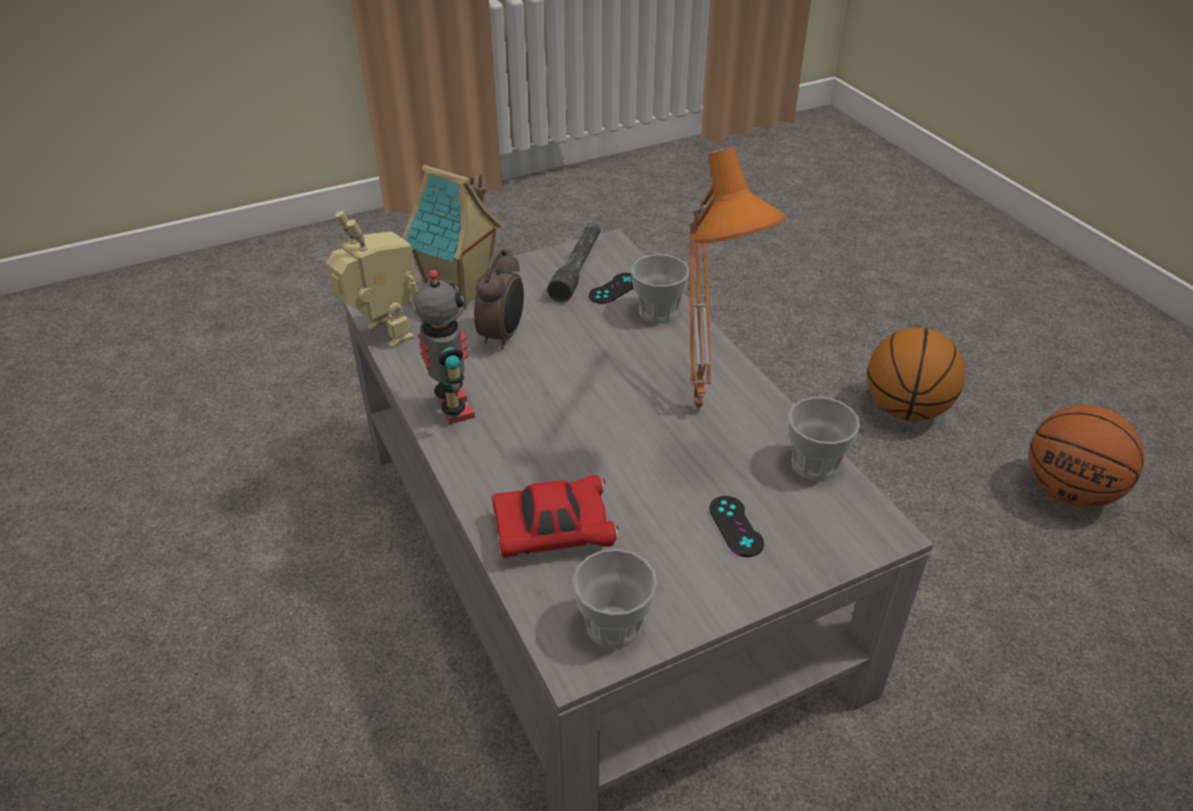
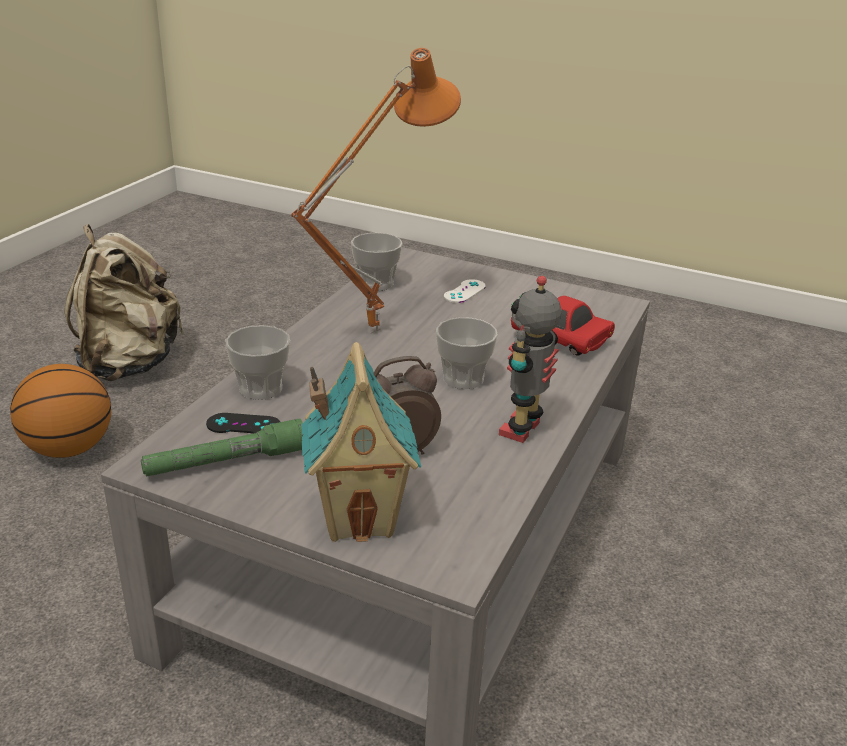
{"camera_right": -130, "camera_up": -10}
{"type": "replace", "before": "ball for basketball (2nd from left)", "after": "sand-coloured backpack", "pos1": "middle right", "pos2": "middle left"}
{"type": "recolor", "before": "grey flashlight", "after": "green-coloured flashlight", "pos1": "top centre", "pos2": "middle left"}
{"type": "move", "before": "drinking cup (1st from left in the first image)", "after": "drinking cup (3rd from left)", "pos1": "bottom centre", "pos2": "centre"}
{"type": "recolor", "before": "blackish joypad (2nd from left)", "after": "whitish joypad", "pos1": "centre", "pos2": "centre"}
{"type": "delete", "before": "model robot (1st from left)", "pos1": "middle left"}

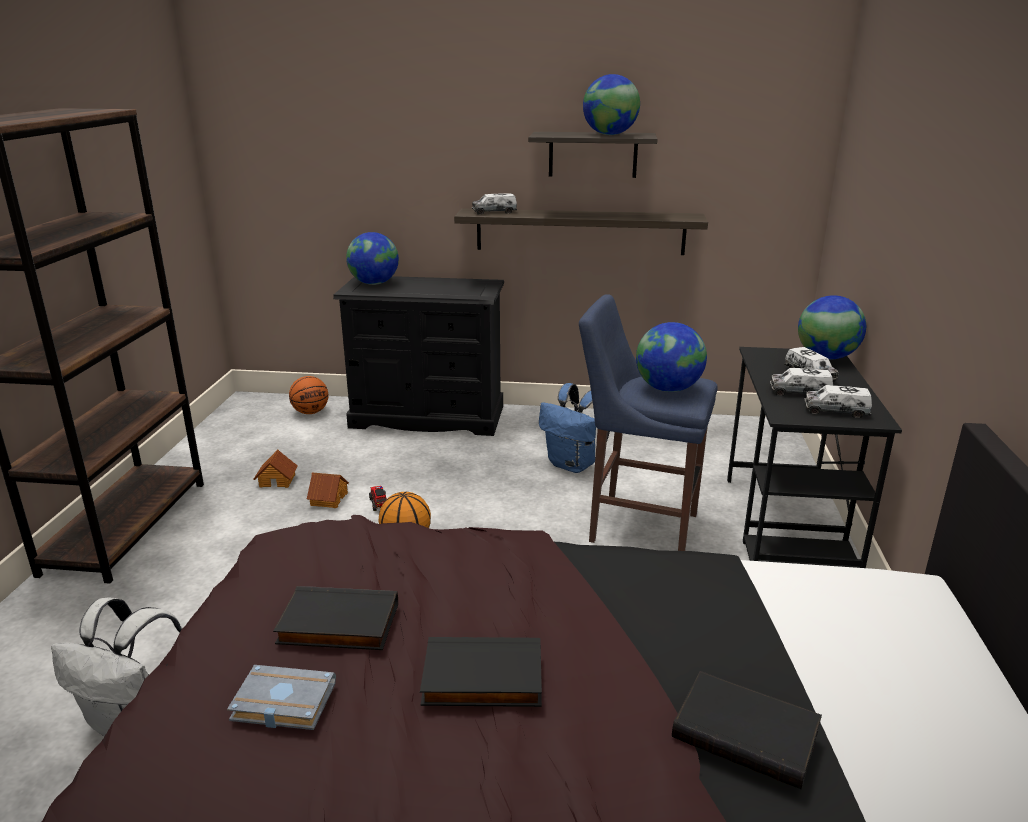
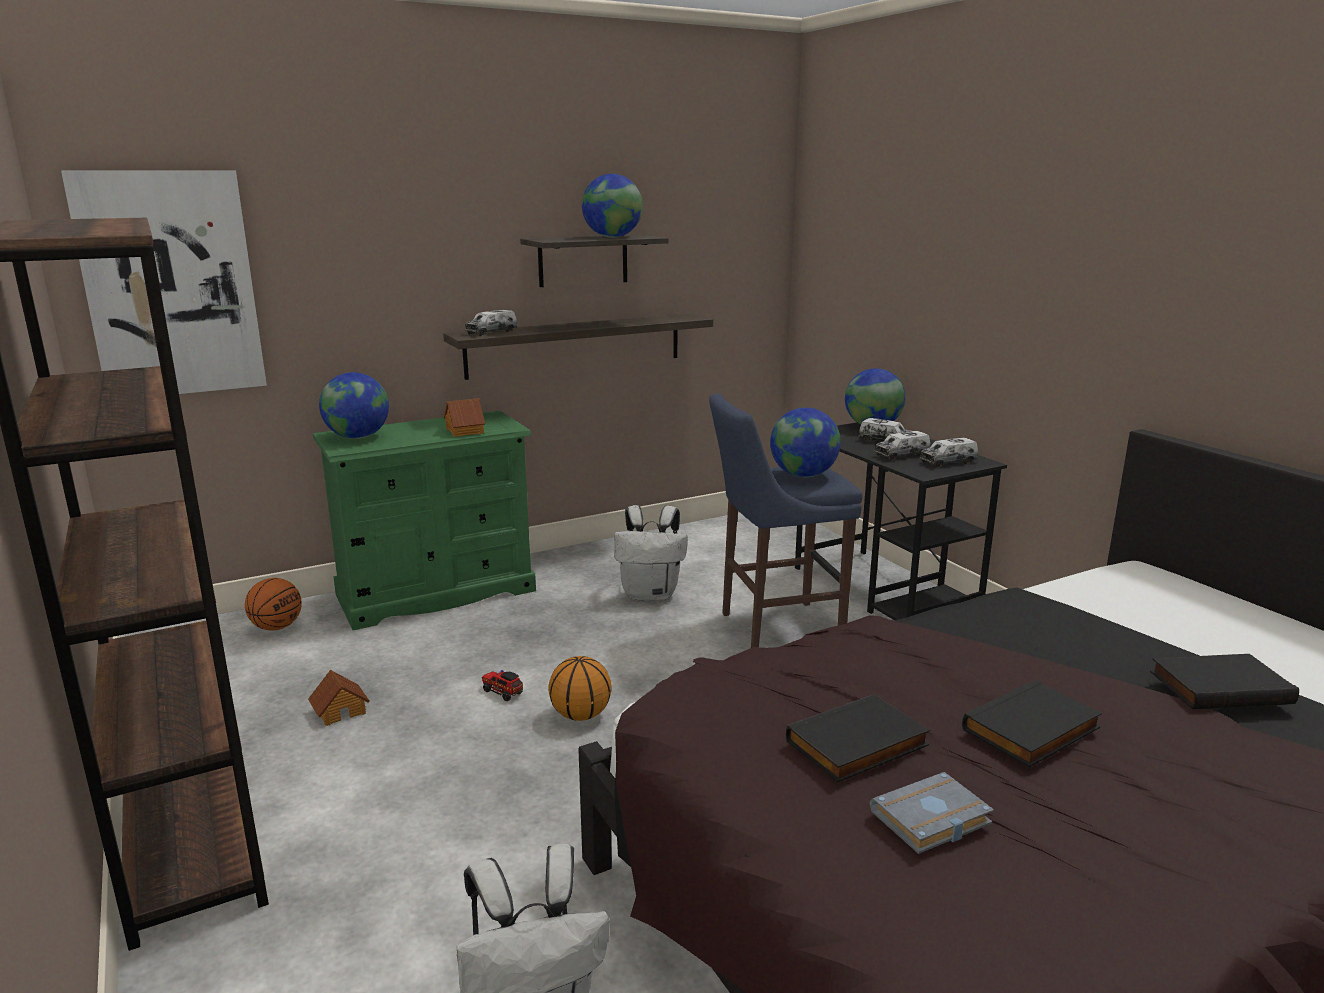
{"camera_right": -35, "camera_up": -5}
{"type": "insert", "after": "wall picture", "pos2": "top left"}
{"type": "recolor", "before": "blackish chest of drawers", "after": "green-coloured chest of drawers", "pos1": "centre", "pos2": "middle left"}
{"type": "move", "before": "toy house (2nd from left)", "pos1": "middle left", "pos2": "centre"}
{"type": "recolor", "before": "blue backpack", "after": "whitish backpack (2nd from left)", "pos1": "centre", "pos2": "centre"}

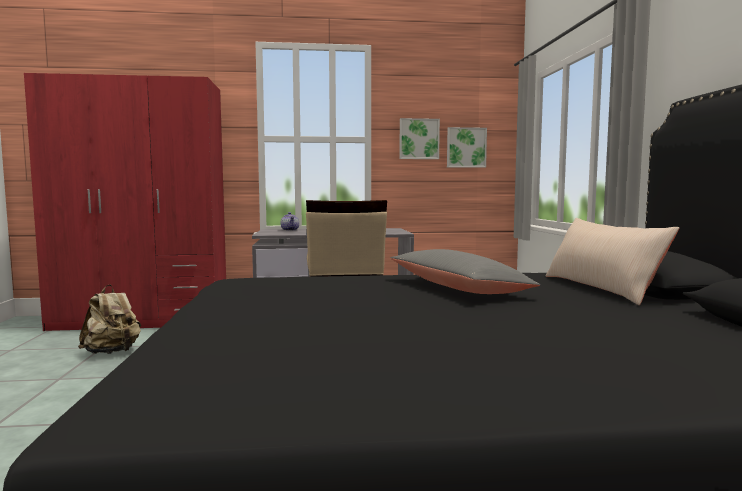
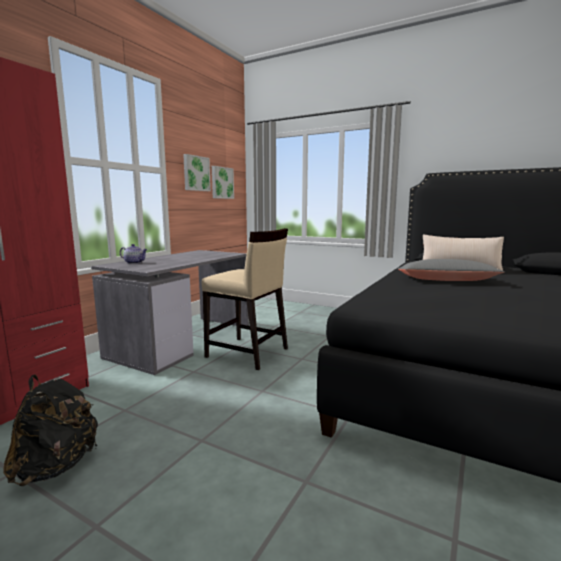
{"camera_right": -55, "camera_up": 5}
{"type": "recolor", "before": "sand-coloured backpack", "after": "blackish backpack", "pos1": "middle left", "pos2": "bottom left"}

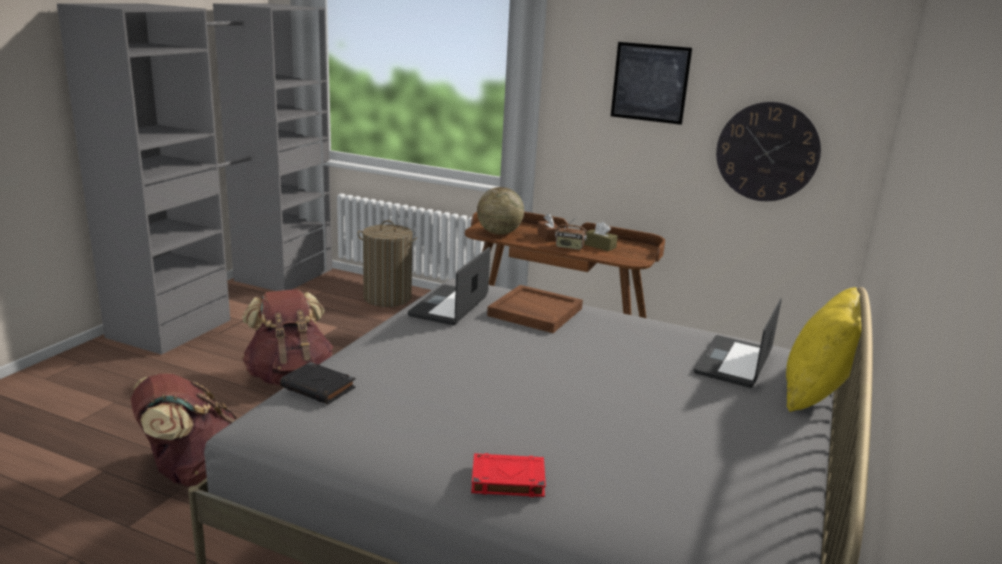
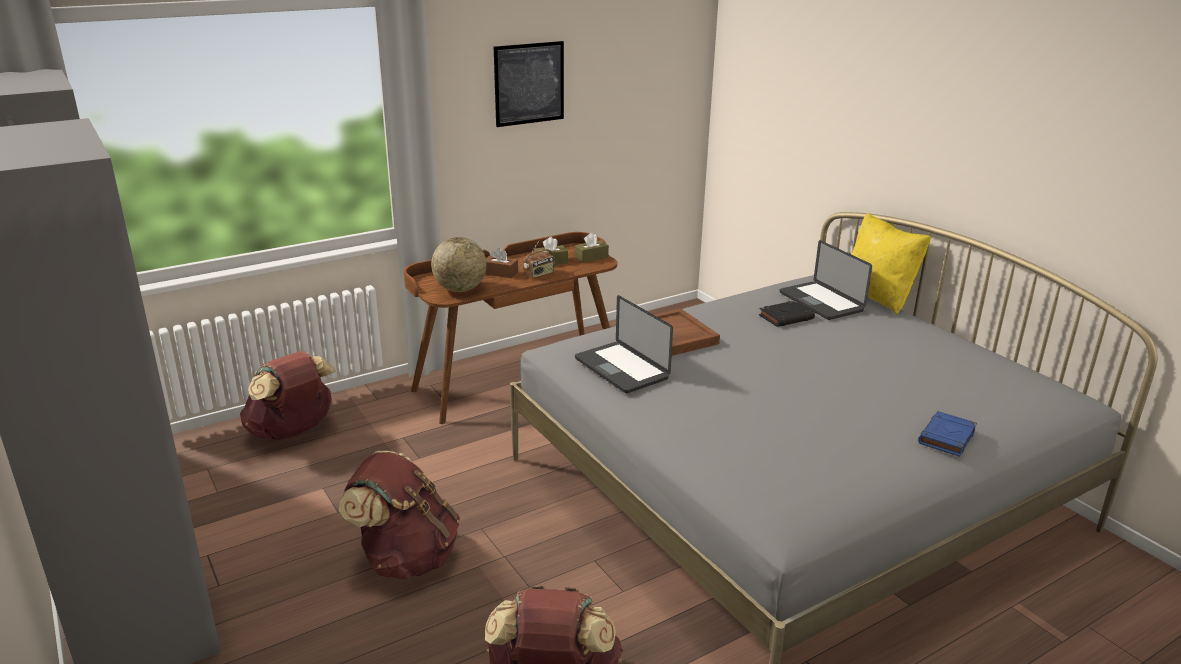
{"camera_right": -55, "camera_up": 5}
{"type": "replace", "before": "hamper", "after": "brownish backpack (1st from left)", "pos1": "centre", "pos2": "middle left"}
{"type": "insert", "after": "brownish tissue box (3rd from left)", "pos2": "centre"}
{"type": "move", "before": "blackish bound book", "pos1": "bottom left", "pos2": "centre"}
{"type": "recolor", "before": "red bound book", "after": "blue bound book", "pos1": "bottom centre", "pos2": "middle right"}
{"type": "delete", "before": "wall clock", "pos1": "top right"}

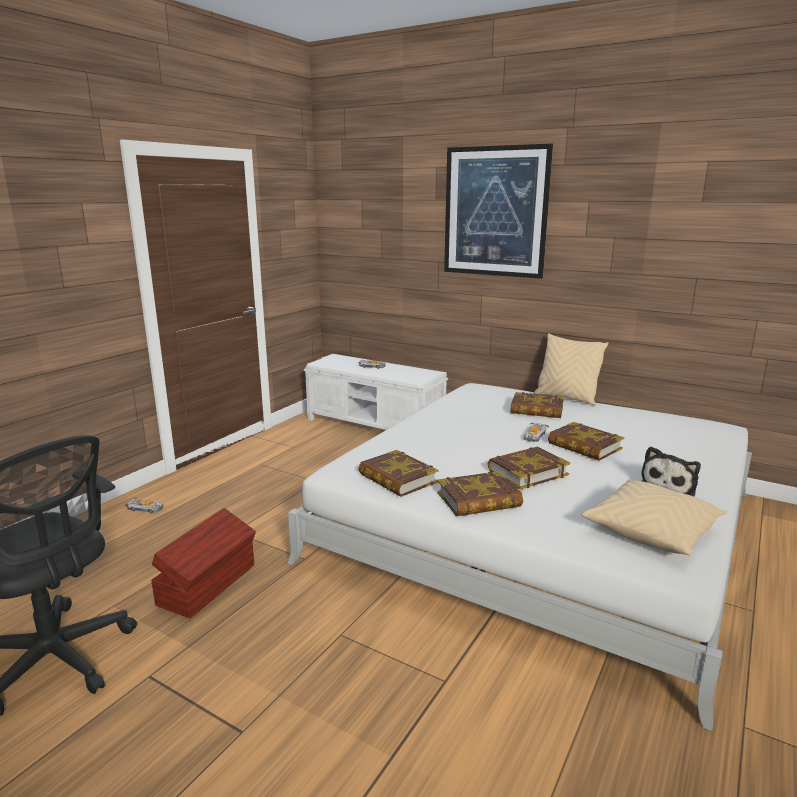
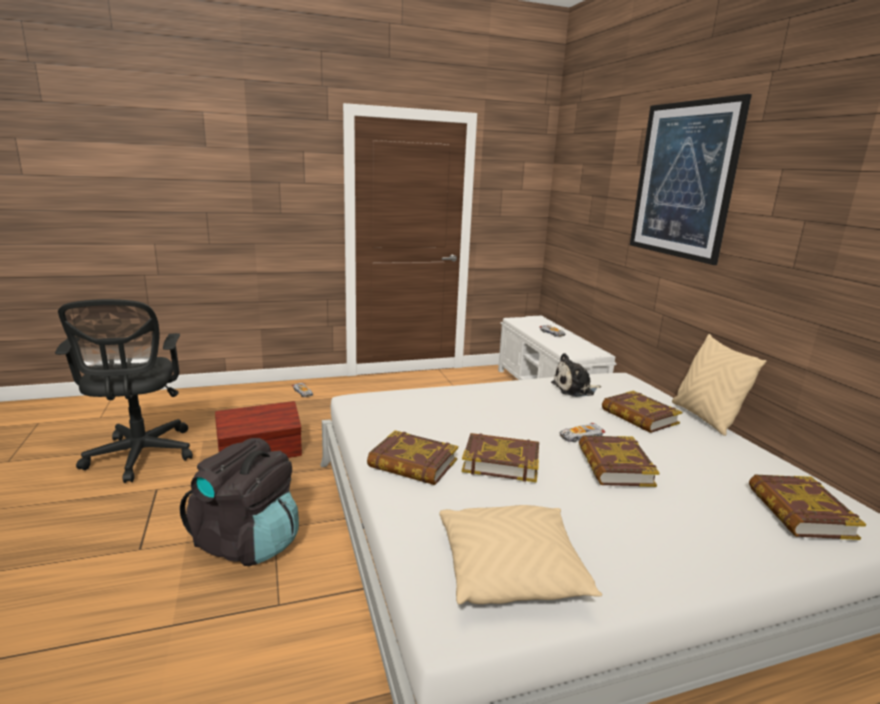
{"camera_right": 40, "camera_up": 0}
{"type": "insert", "after": "blackish backpack", "pos2": "bottom left"}
{"type": "move", "before": "plush toy", "pos1": "middle right", "pos2": "centre"}
{"type": "move", "before": "bound book (1st from left in the first image)", "after": "bound book (5th from left)", "pos1": "centre", "pos2": "bottom right"}

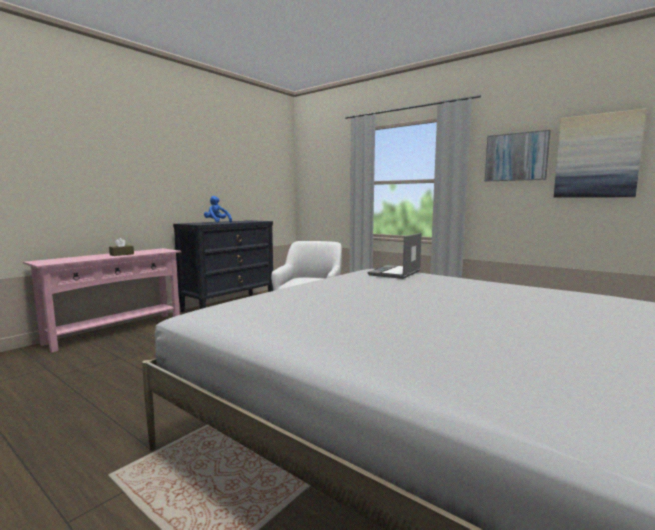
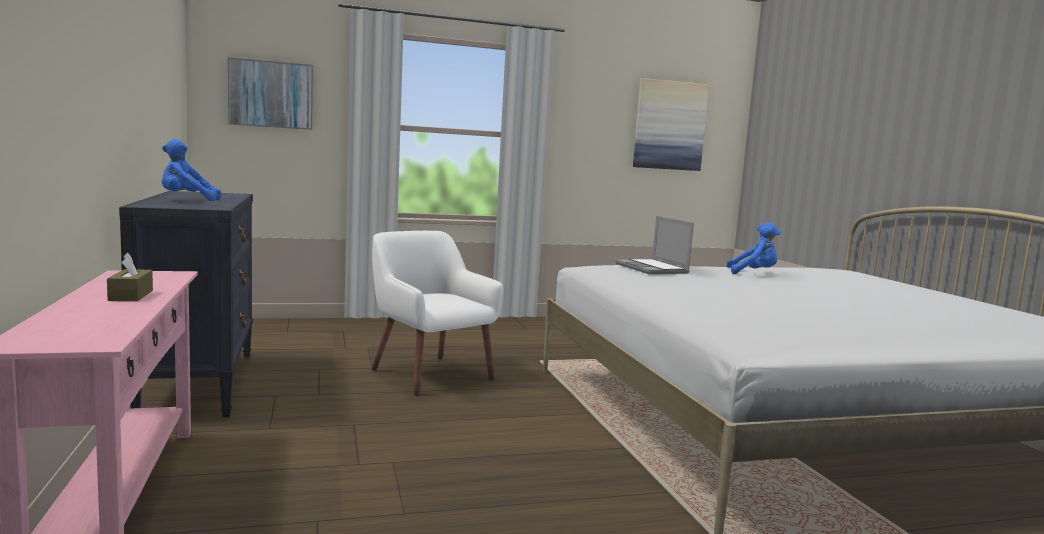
{"camera_right": -55, "camera_up": 0}
{"type": "move", "before": "wall picture (1st from left)", "pos1": "top right", "pos2": "top left"}
{"type": "insert", "after": "blue plush toy (2nd from left)", "pos2": "middle right"}

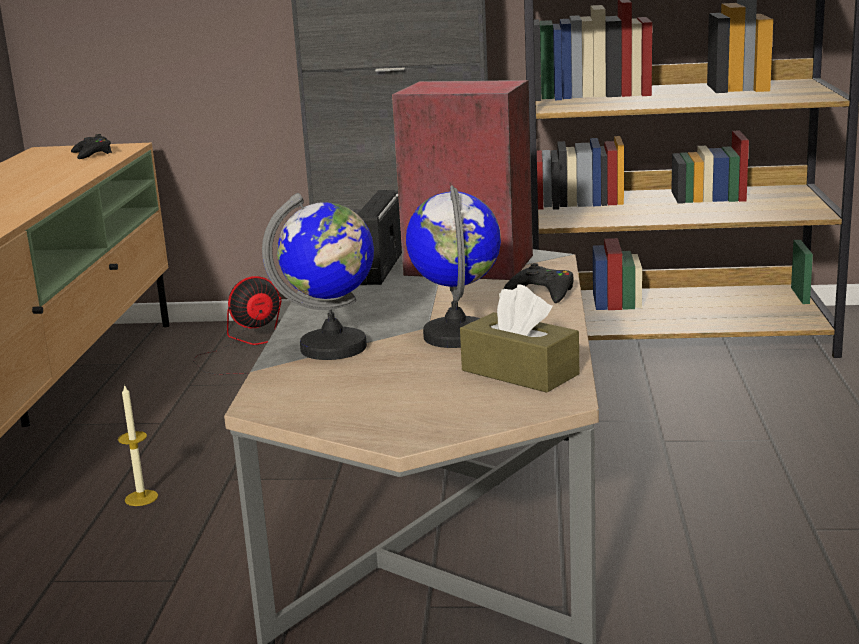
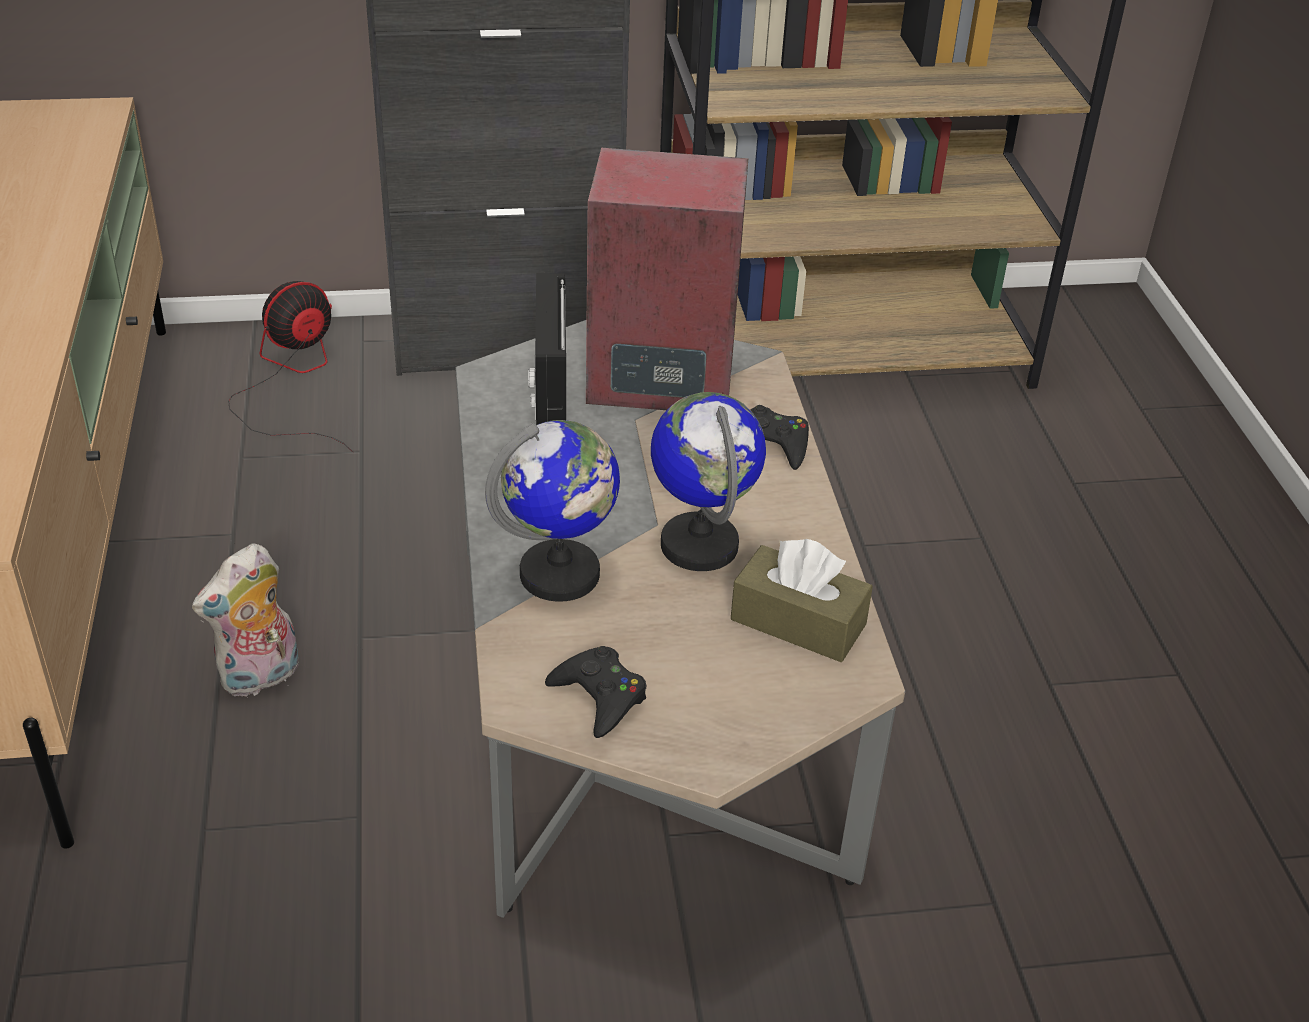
{"camera_right": -15, "camera_up": 20}
{"type": "replace", "before": "wax candle", "after": "plush toy", "pos1": "bottom left", "pos2": "middle left"}
{"type": "move", "before": "blackish joypad (1st from left)", "pos1": "top left", "pos2": "bottom centre"}

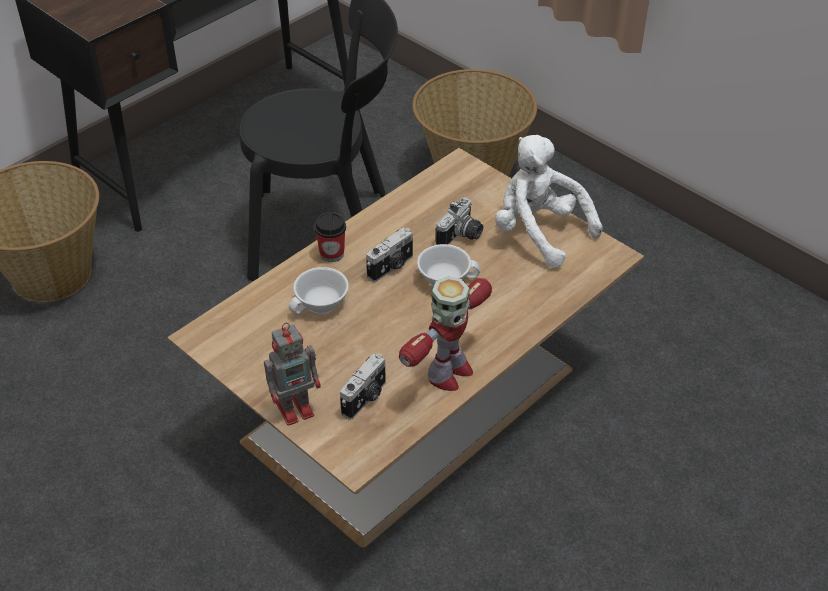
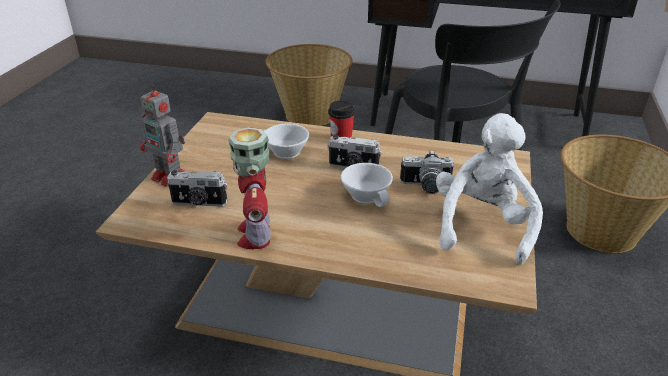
{"camera_right": 60, "camera_up": -10}
{"type": "rotate", "before": "model robot (2nd from left)", "pos1": "centre", "pos2": "centre", "turn": 75}

